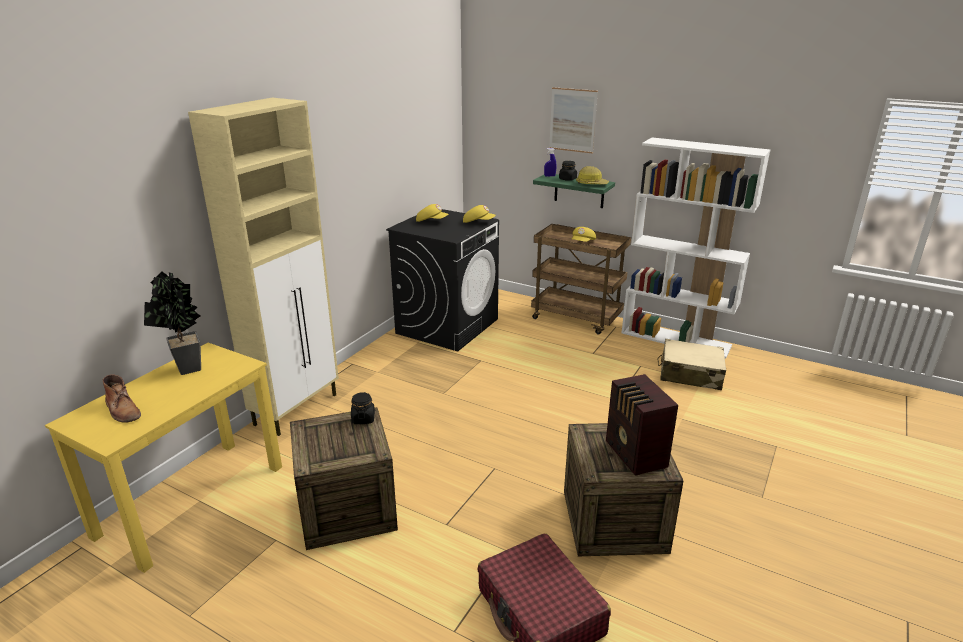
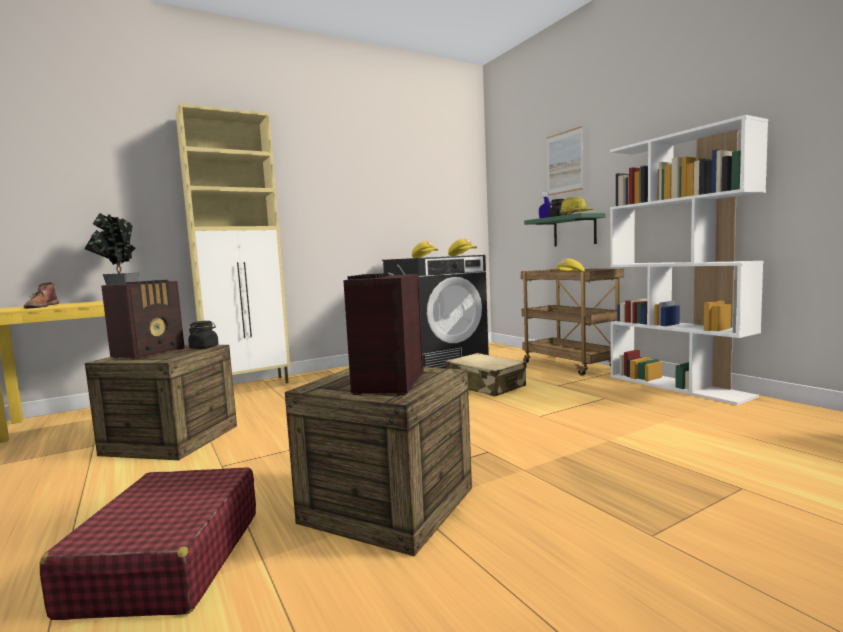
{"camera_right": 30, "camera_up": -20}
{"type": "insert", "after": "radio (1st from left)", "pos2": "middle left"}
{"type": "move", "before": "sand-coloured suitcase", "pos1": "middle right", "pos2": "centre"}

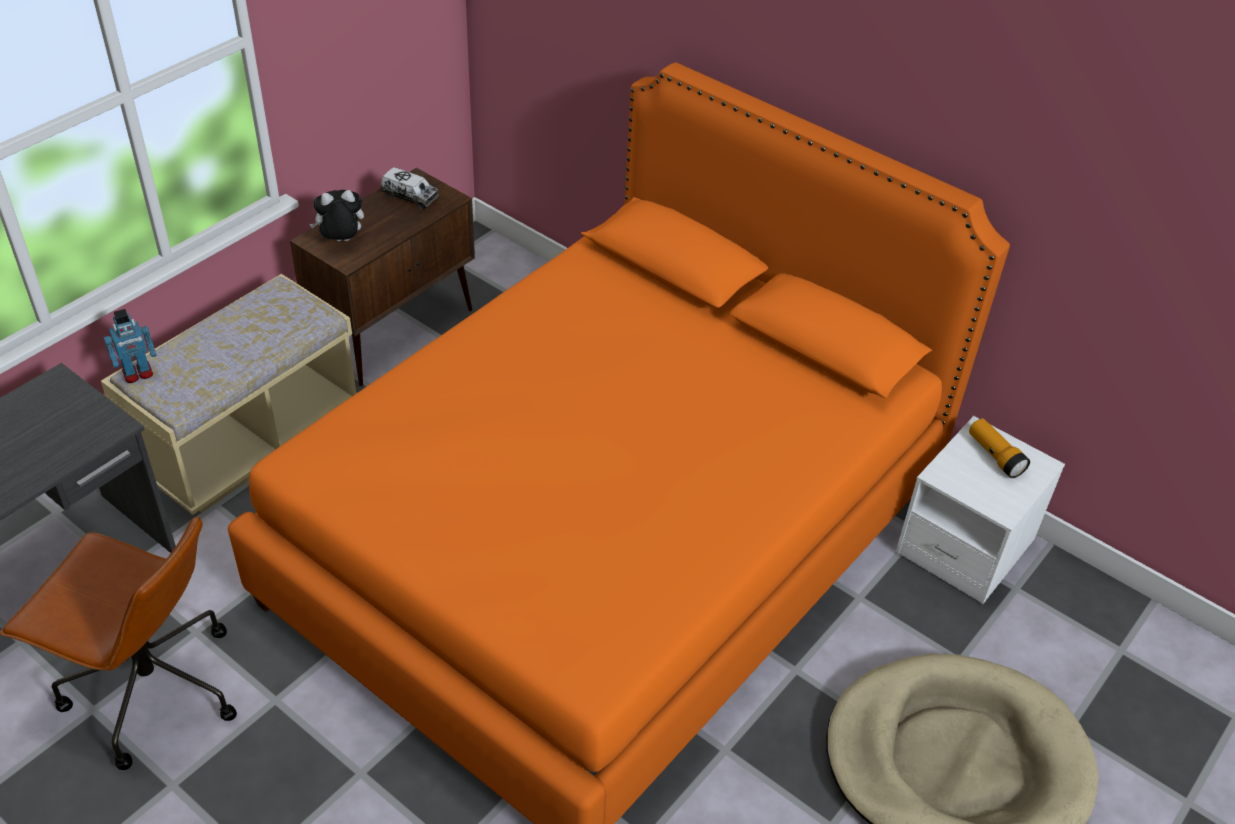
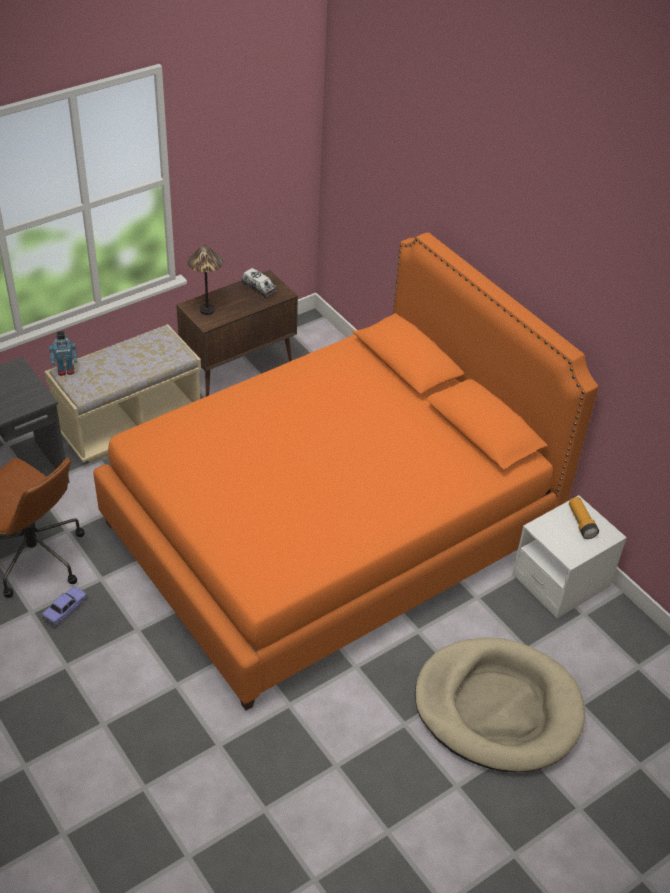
{"camera_right": 15, "camera_up": 0}
{"type": "insert", "after": "model car", "pos2": "bottom left"}
{"type": "replace", "before": "plush toy", "after": "table lamp", "pos1": "top left", "pos2": "top left"}

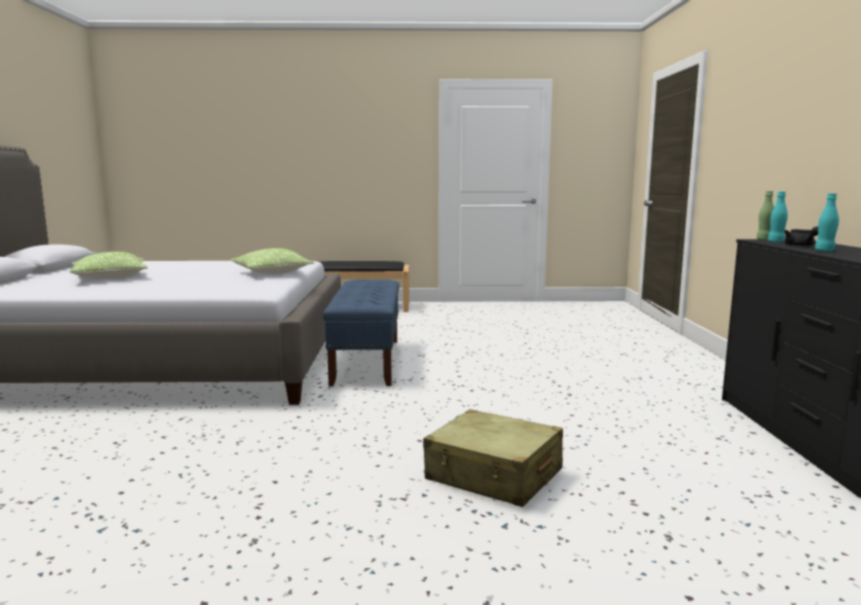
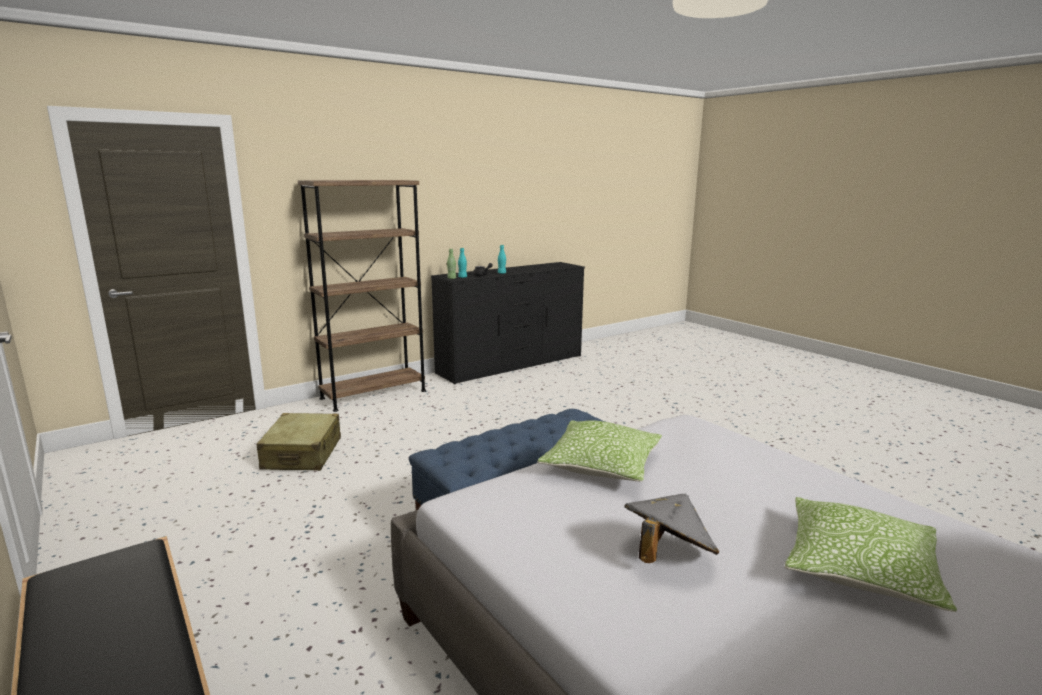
{"camera_right": -125, "camera_up": 5}
{"type": "move", "before": "sand-coloured suitcase", "pos1": "bottom centre", "pos2": "middle left"}
{"type": "insert", "after": "brownish bookcase", "pos2": "centre"}
{"type": "insert", "after": "grey hat", "pos2": "bottom centre"}

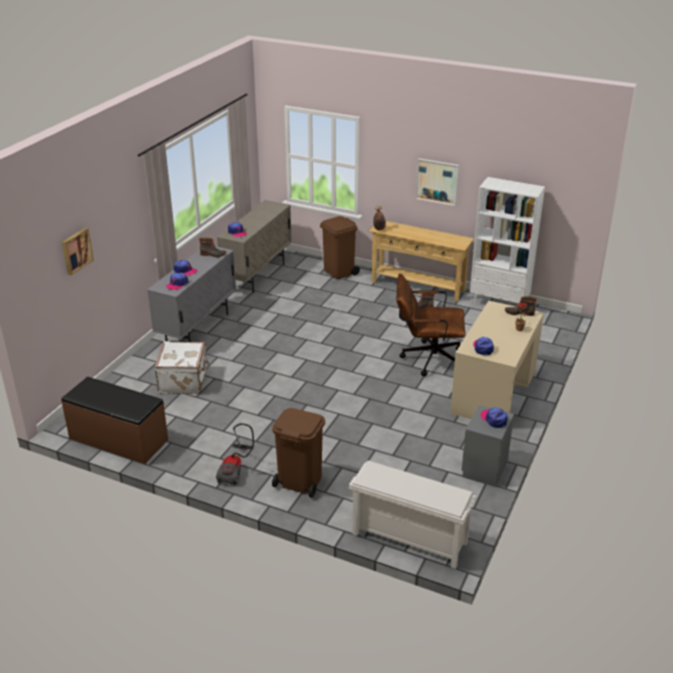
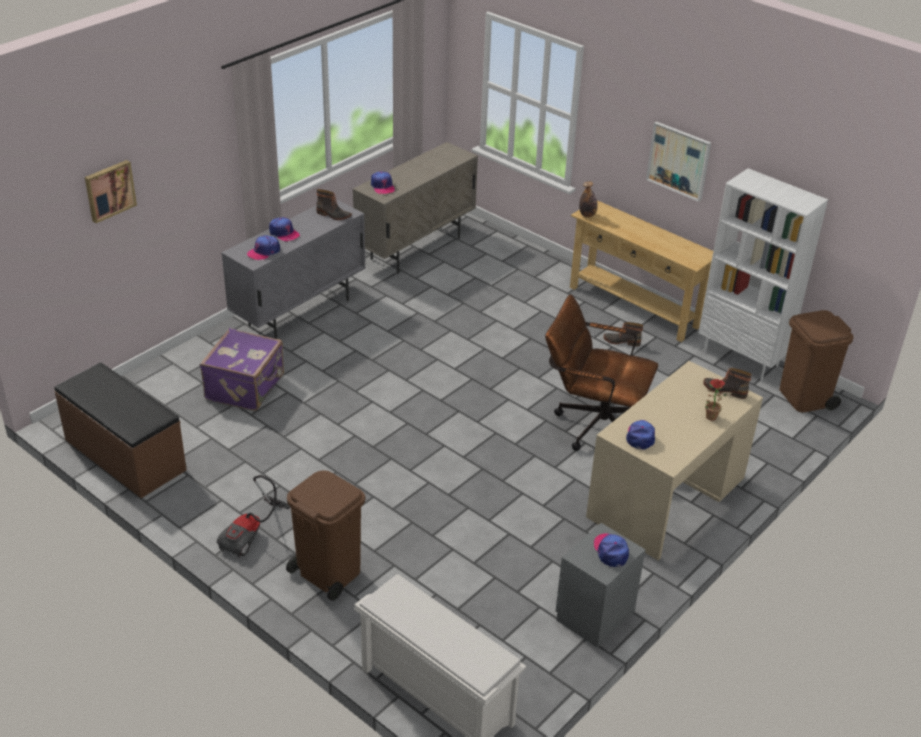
{"camera_right": 15, "camera_up": 5}
{"type": "recolor", "before": "whitish suitcase", "after": "purplish suitcase", "pos1": "middle left", "pos2": "middle left"}
{"type": "move", "before": "brownish waste bin (2nd from left)", "pos1": "centre", "pos2": "middle right"}

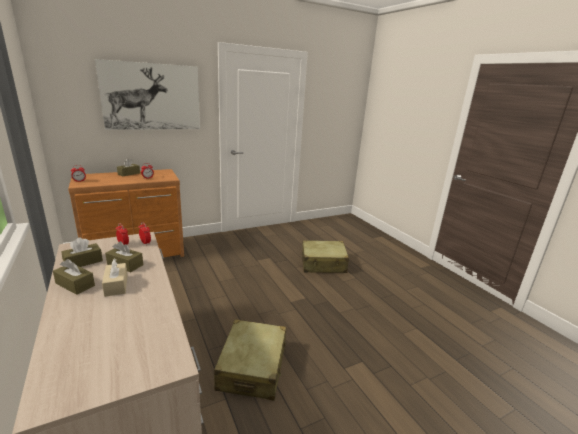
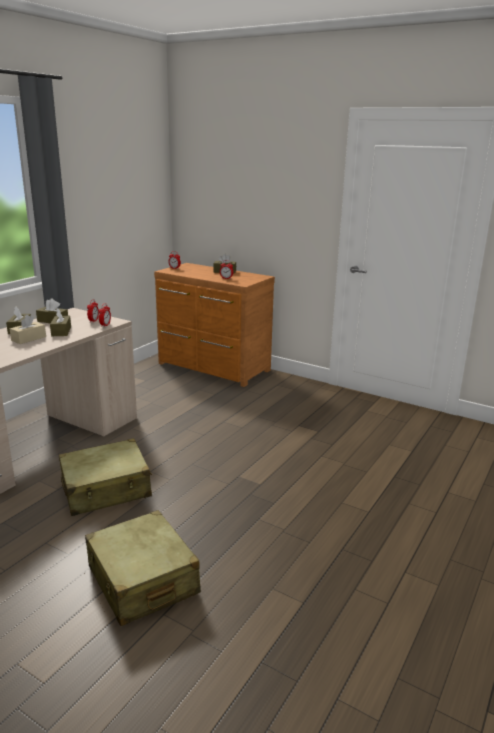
{"camera_right": 60, "camera_up": 0}
{"type": "move", "before": "sand-coloured suitcase (2nd from left)", "pos1": "centre", "pos2": "bottom left"}
{"type": "delete", "before": "wall picture", "pos1": "top left"}

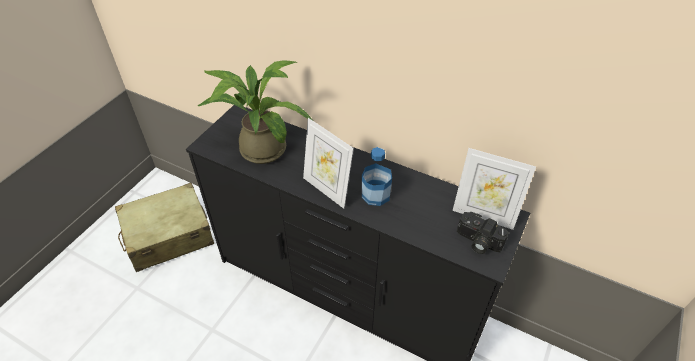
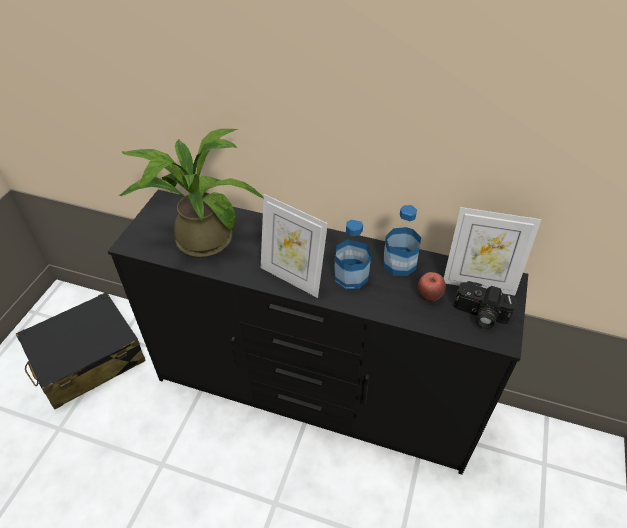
{"camera_right": -10, "camera_up": 0}
{"type": "recolor", "before": "sand-coloured suitcase", "after": "blackish suitcase", "pos1": "middle left", "pos2": "middle left"}
{"type": "insert", "after": "bottle (2nd from left)", "pos2": "centre"}
{"type": "insert", "after": "apple", "pos2": "middle right"}

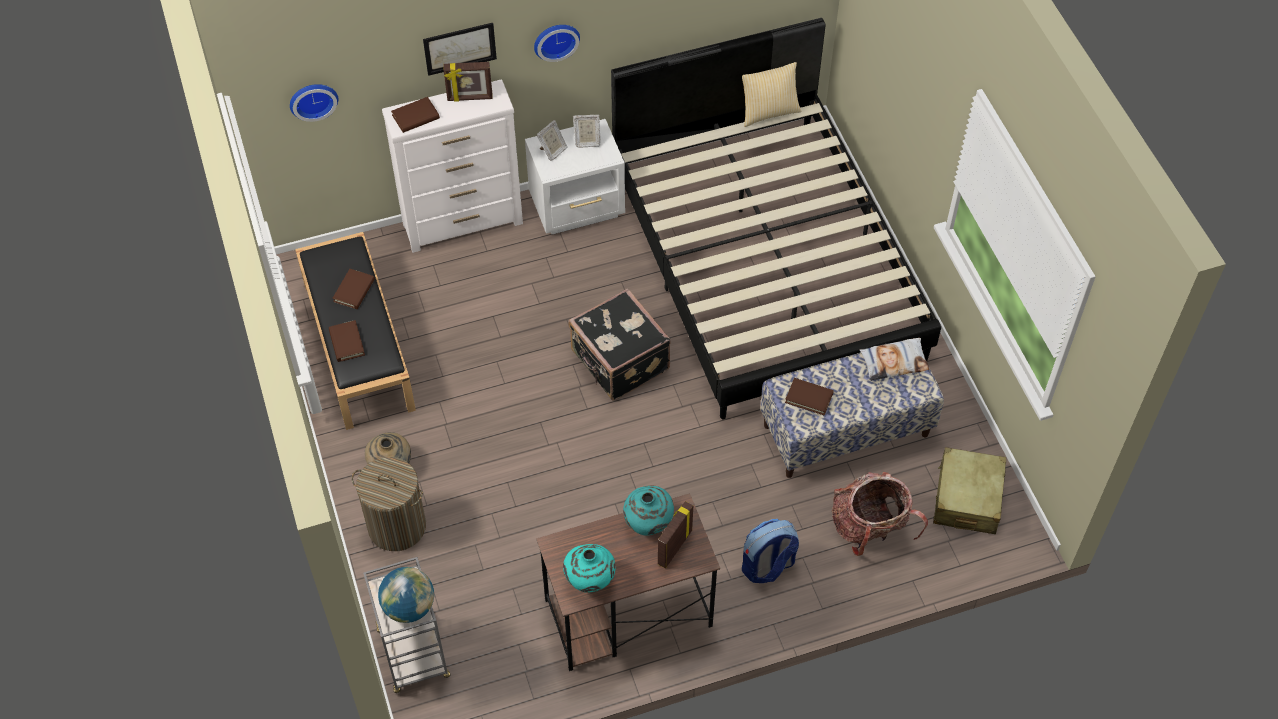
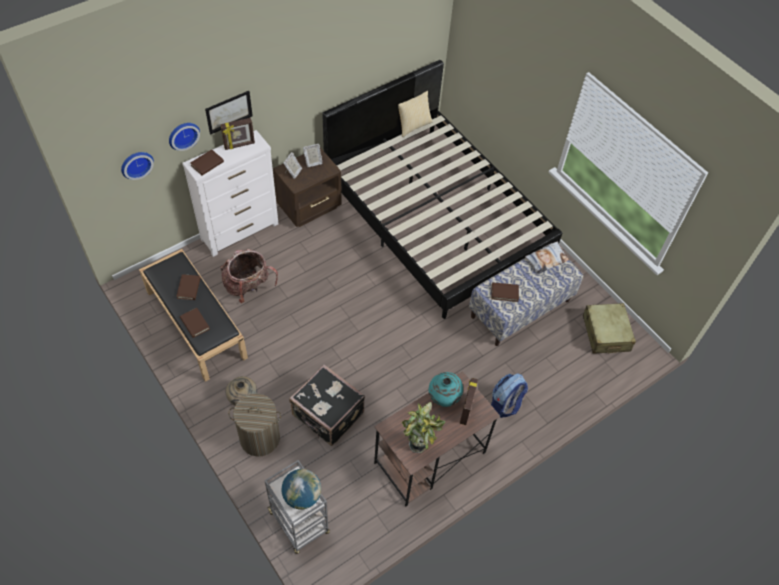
{"camera_right": -20, "camera_up": 0}
{"type": "move", "before": "wall clock (2nd from left)", "pos1": "top centre", "pos2": "top left"}
{"type": "move", "before": "backpack (2nd from left in the first image)", "after": "backpack (1st from left)", "pos1": "bottom right", "pos2": "middle left"}
{"type": "recolor", "before": "whitish bedside table", "after": "brownish bedside table", "pos1": "top centre", "pos2": "top centre"}
{"type": "move", "before": "blackish suitcase", "pos1": "centre", "pos2": "bottom centre"}
{"type": "replace", "before": "blue-green flower vase (1st from left)", "after": "plant in a pot", "pos1": "bottom centre", "pos2": "bottom centre"}

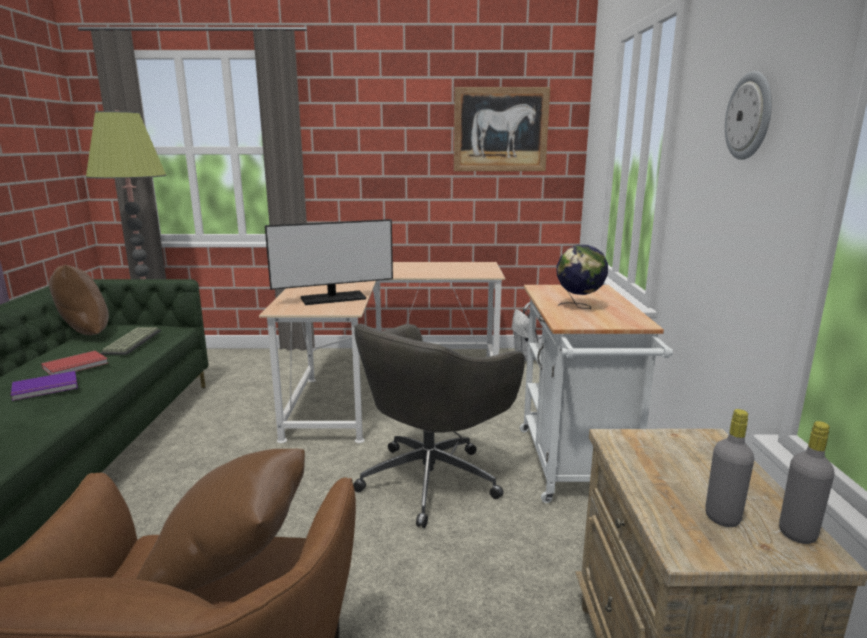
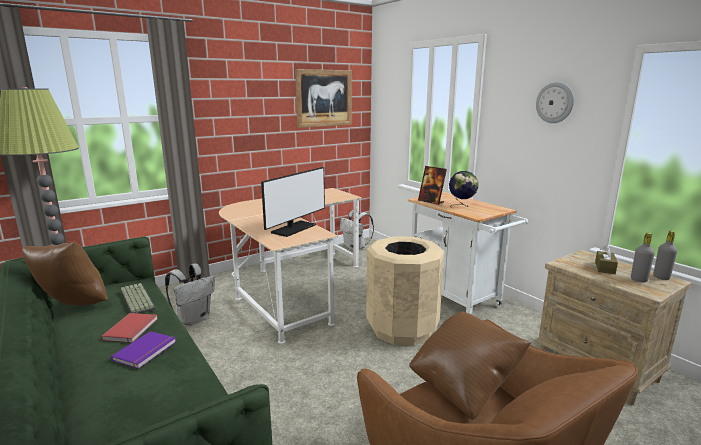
{"camera_right": -35, "camera_up": 0}
{"type": "insert", "after": "whitish backpack (1st from left)", "pos2": "middle left"}
{"type": "replace", "before": "grey office chair", "after": "sand-coloured waste bin", "pos1": "bottom centre", "pos2": "centre"}
{"type": "insert", "after": "photo frame", "pos2": "centre"}
{"type": "insert", "after": "brownish tissue box", "pos2": "middle right"}

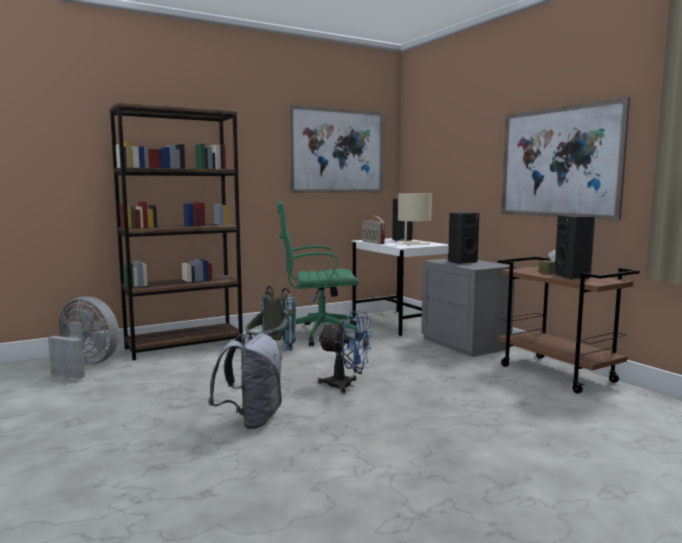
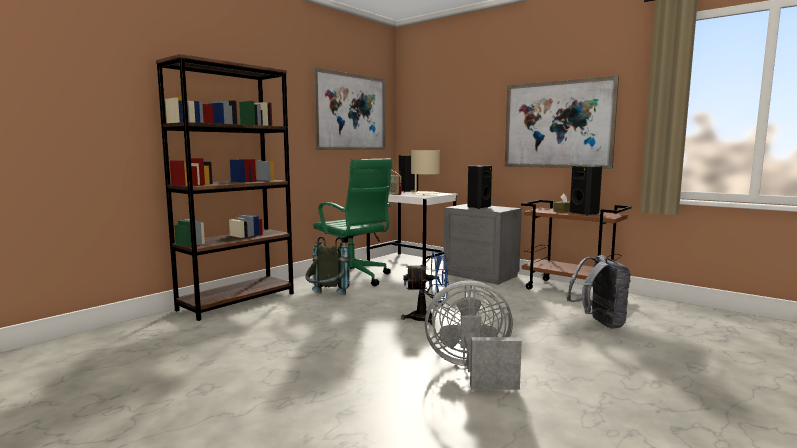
{"camera_right": -20, "camera_up": 0}
{"type": "rotate", "before": "green-coloured office chair", "pos1": "centre", "pos2": "centre", "turn": -105}
{"type": "move", "before": "grey cooling fan", "pos1": "middle left", "pos2": "bottom centre"}
{"type": "move", "before": "grey backpack (1st from left in the first image)", "after": "grey backpack (2nd from left)", "pos1": "bottom centre", "pos2": "middle right"}

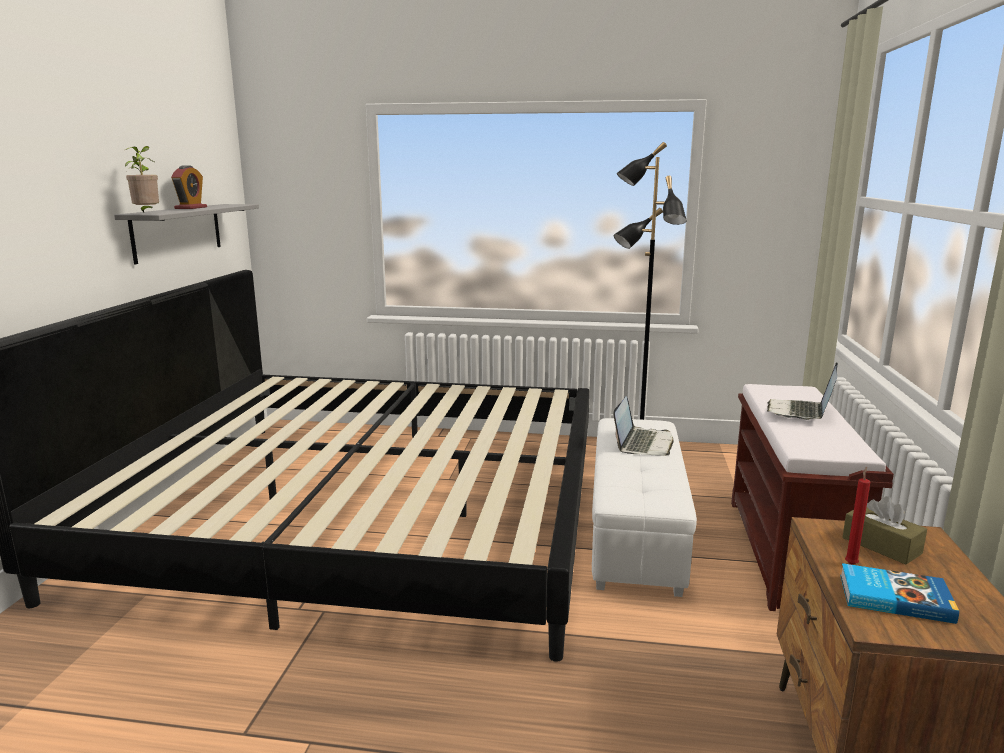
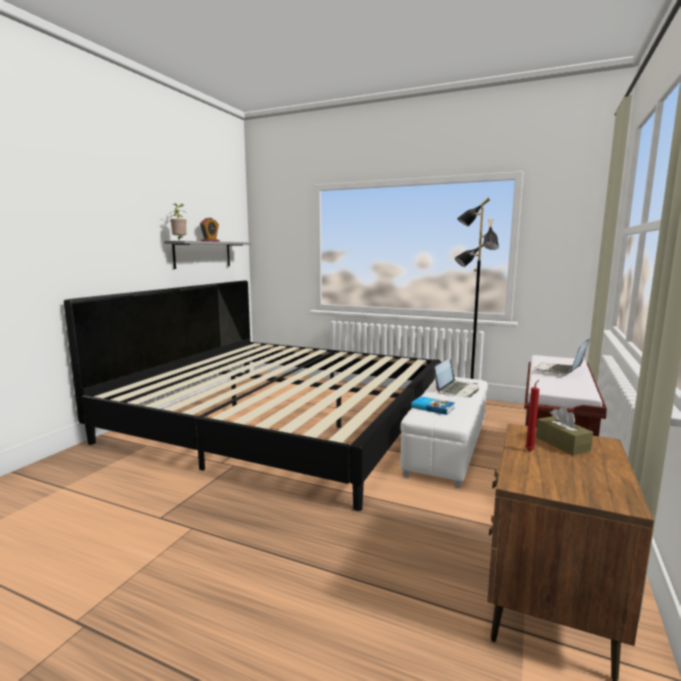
{"camera_right": 15, "camera_up": -5}
{"type": "move", "before": "bound book", "pos1": "bottom right", "pos2": "centre"}

